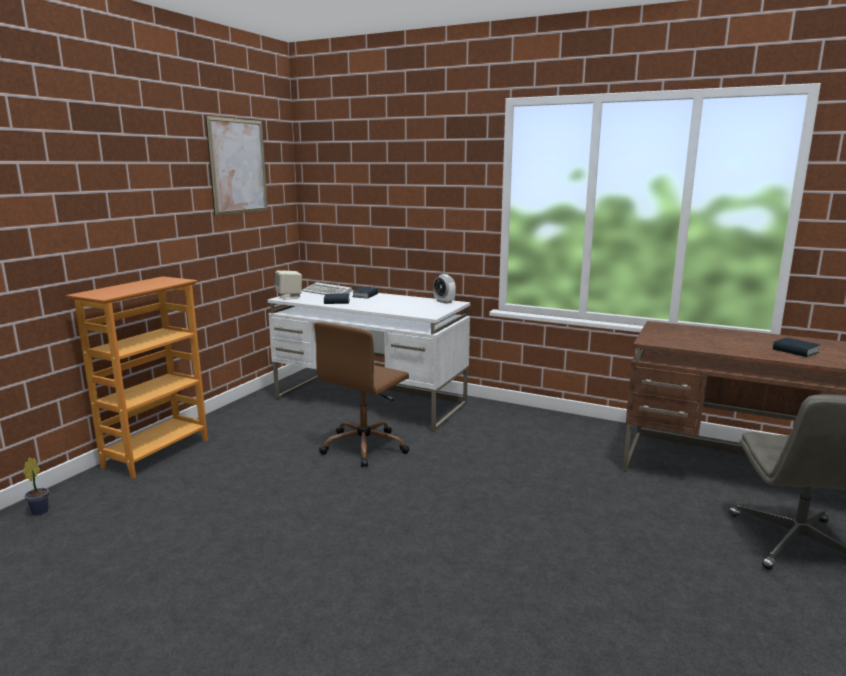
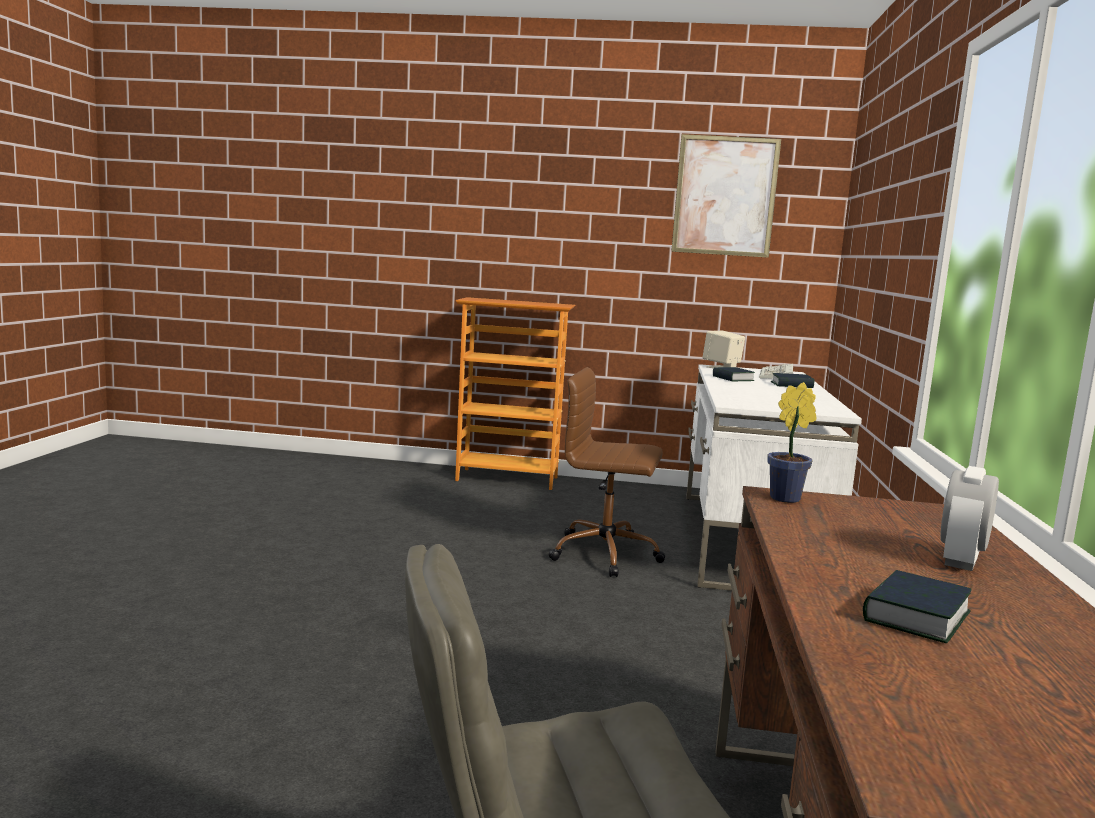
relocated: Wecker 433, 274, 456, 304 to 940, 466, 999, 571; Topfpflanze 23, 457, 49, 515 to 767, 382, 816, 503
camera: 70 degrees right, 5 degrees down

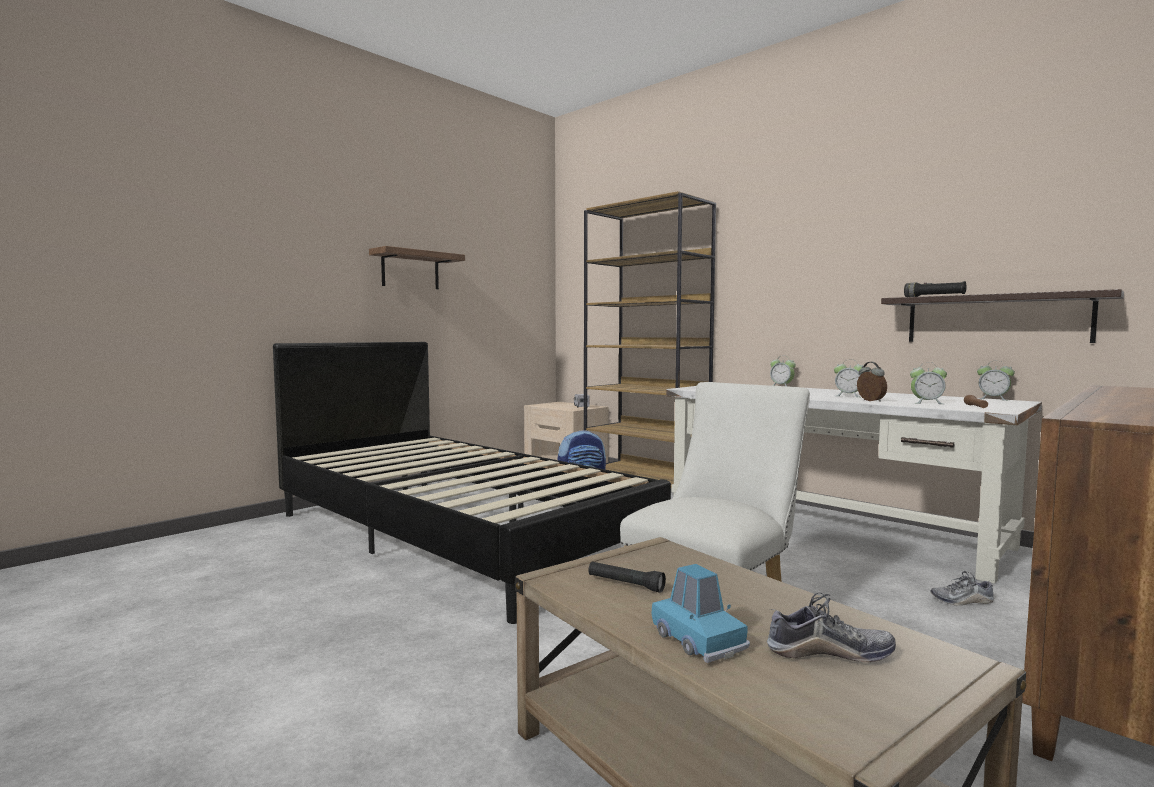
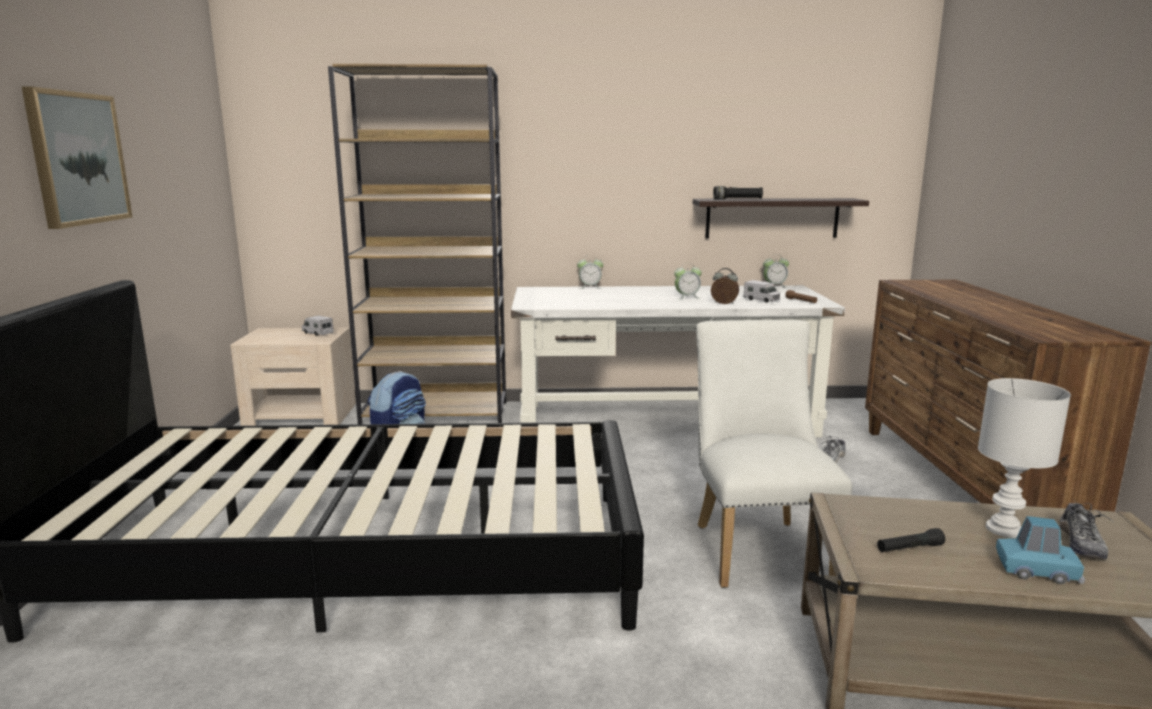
appeared: Tischlampe/weiß 978, 378, 1071, 538
exchanged: Wandregal 369, 246, 465, 289 to Bild 22, 87, 133, 229; Wecker 910, 362, 947, 404 to Spielzeuglaster 743, 280, 780, 303
spun: Schuh 767, 593, 896, 662 = 1060, 502, 1114, 559 150 degrees clockwise
camera: 45 degrees left, 10 degrees up

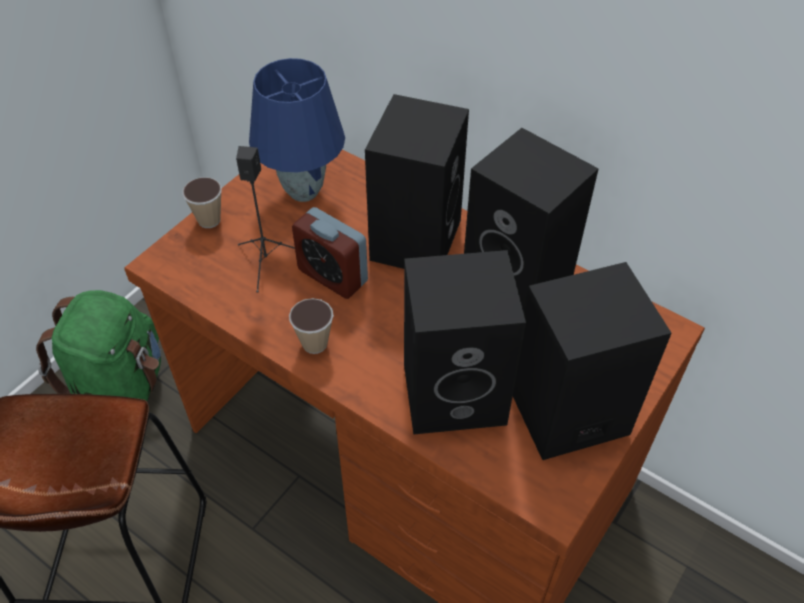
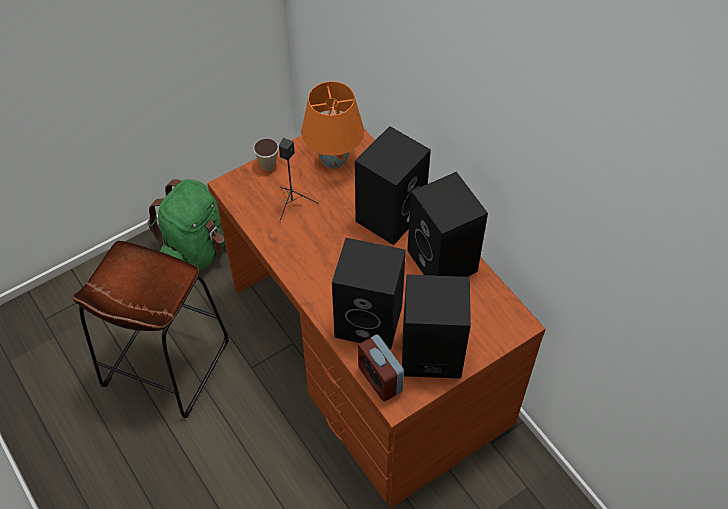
missing: Tasse 289, 298, 334, 354
relocated: Wecker 292, 207, 368, 299 to 358, 334, 404, 402
colour: Tischlampe/blau 249, 58, 345, 202 to Tischlampe/orange 301, 81, 364, 169
camera: 20 degrees right, 5 degrees up

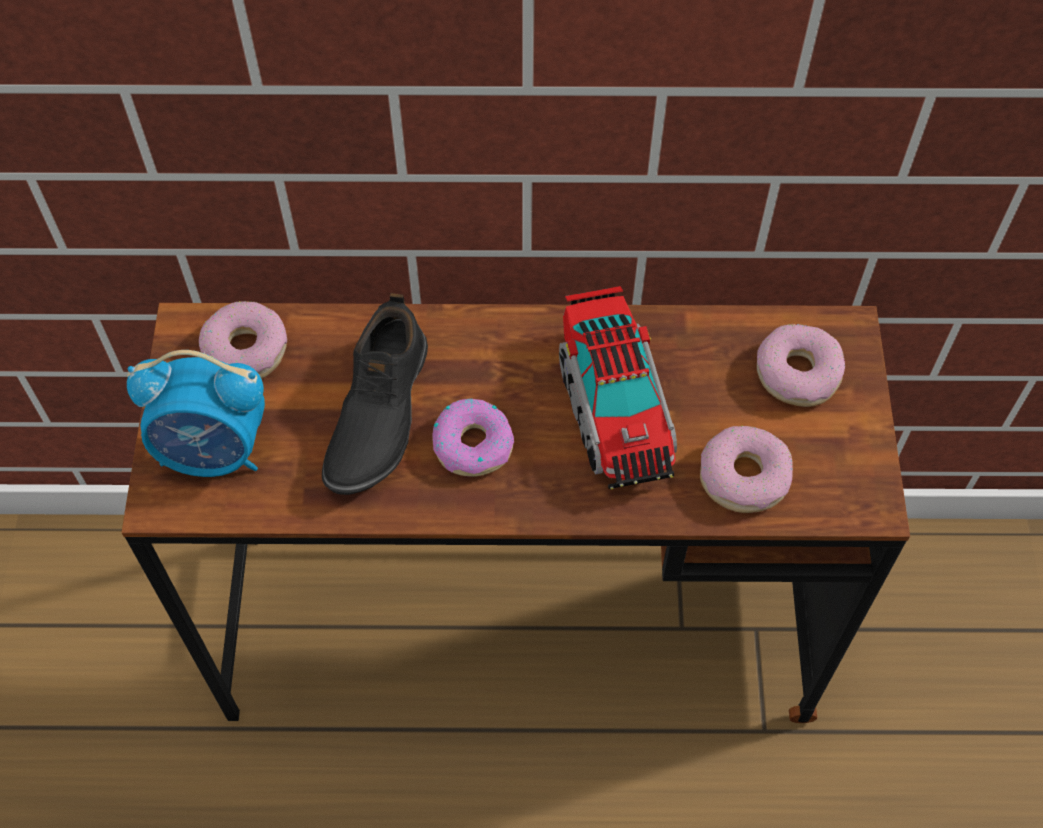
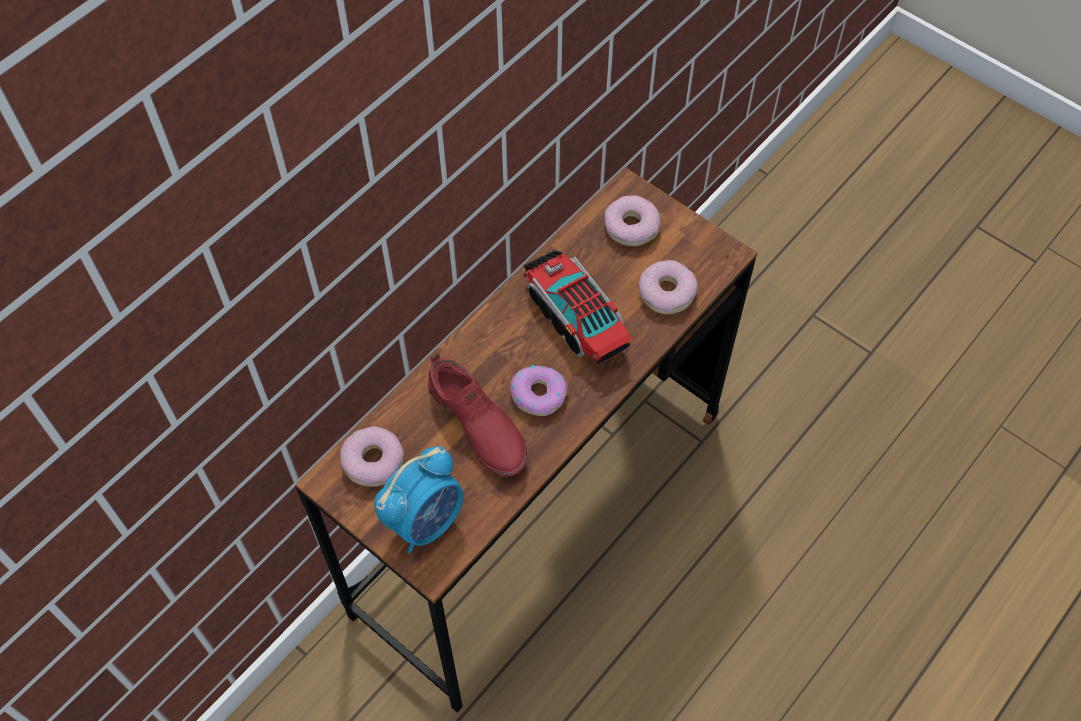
colour: Schuh/schwarz 322, 293, 428, 495 to Schuh/rot 428, 353, 527, 476
spun: Spielzeuglaster 559, 286, 677, 489 = 524, 250, 632, 364 150 degrees counterclockwise
camera: 50 degrees left, 0 degrees up

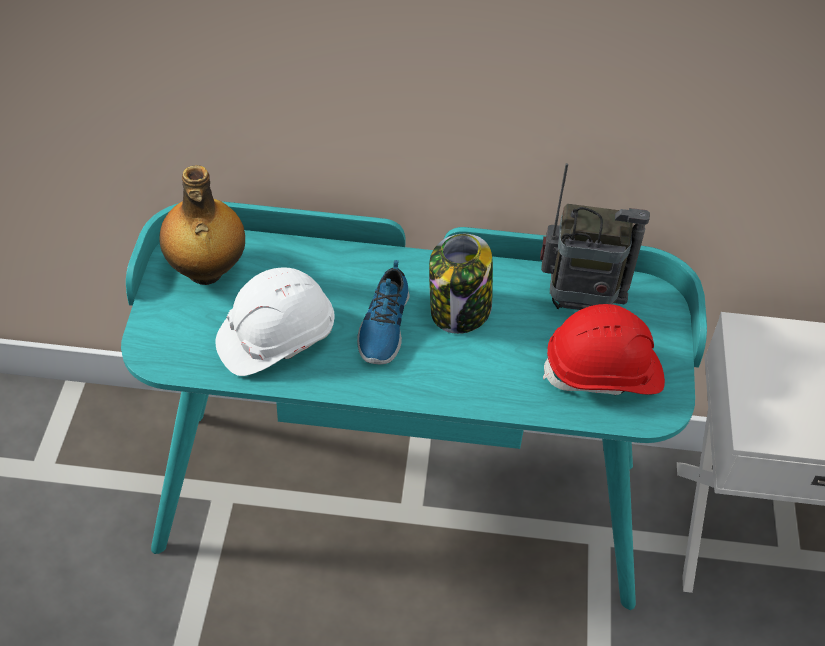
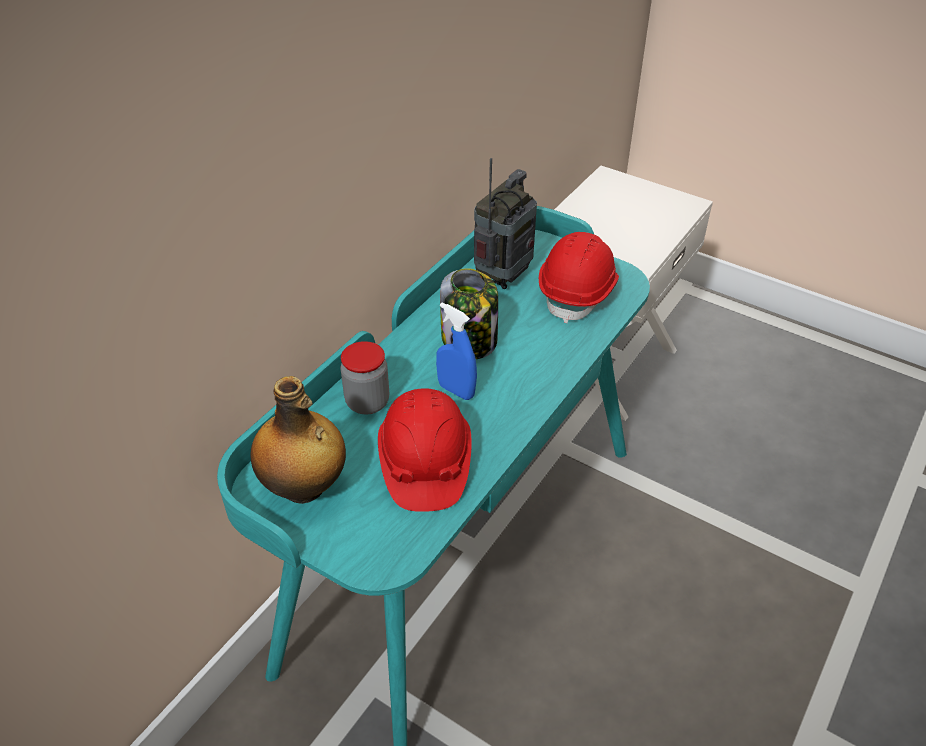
appeared: Vorratsglas 341, 341, 389, 415
exchanged: Schuh 357, 260, 410, 364 to Sprühflasche/blau 436, 303, 477, 400
colour: Schutzhelm/weiß 216, 267, 335, 376 to Schutzhelm/rot 378, 388, 472, 512
camera: 60 degrees left, 5 degrees down

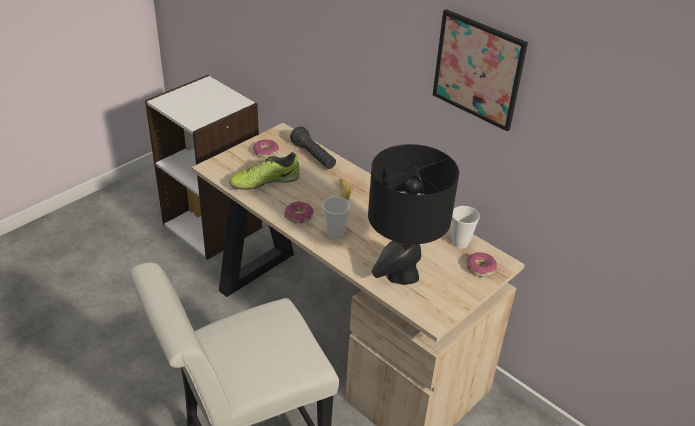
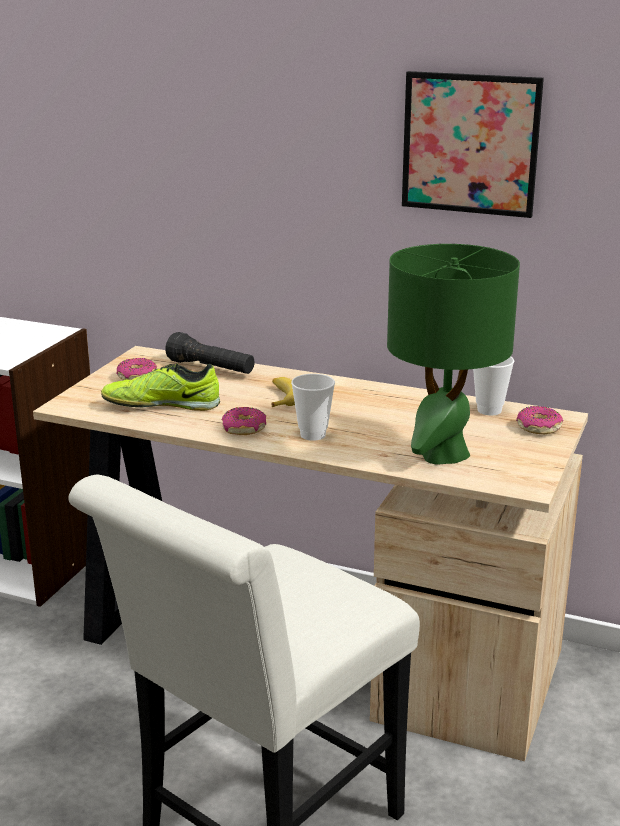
colour: Tischlampe/schwarz 368, 144, 459, 285 to Tischlampe/grün 387, 244, 520, 464
spun: Schuh 229, 152, 300, 190 = 101, 364, 220, 411 45 degrees clockwise
camera: 20 degrees left, 15 degrees down

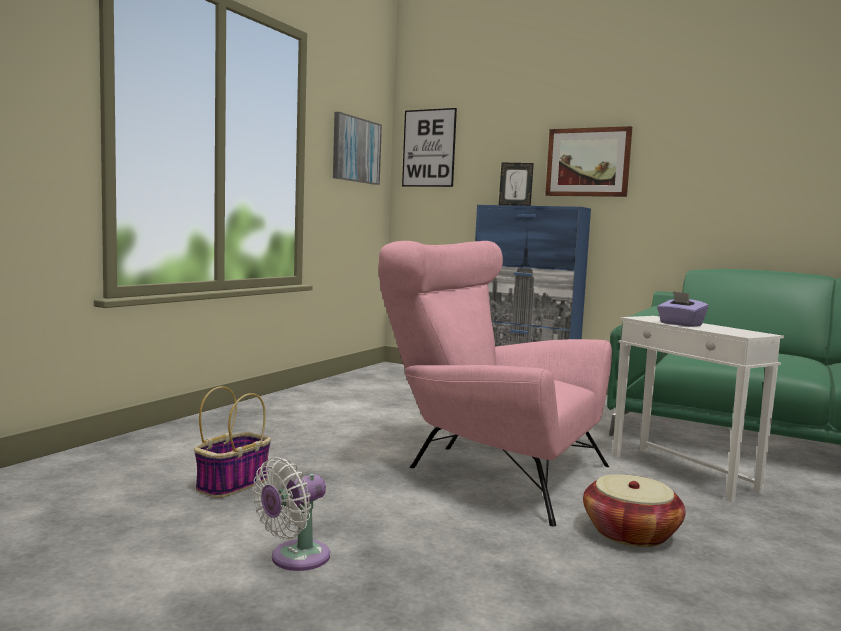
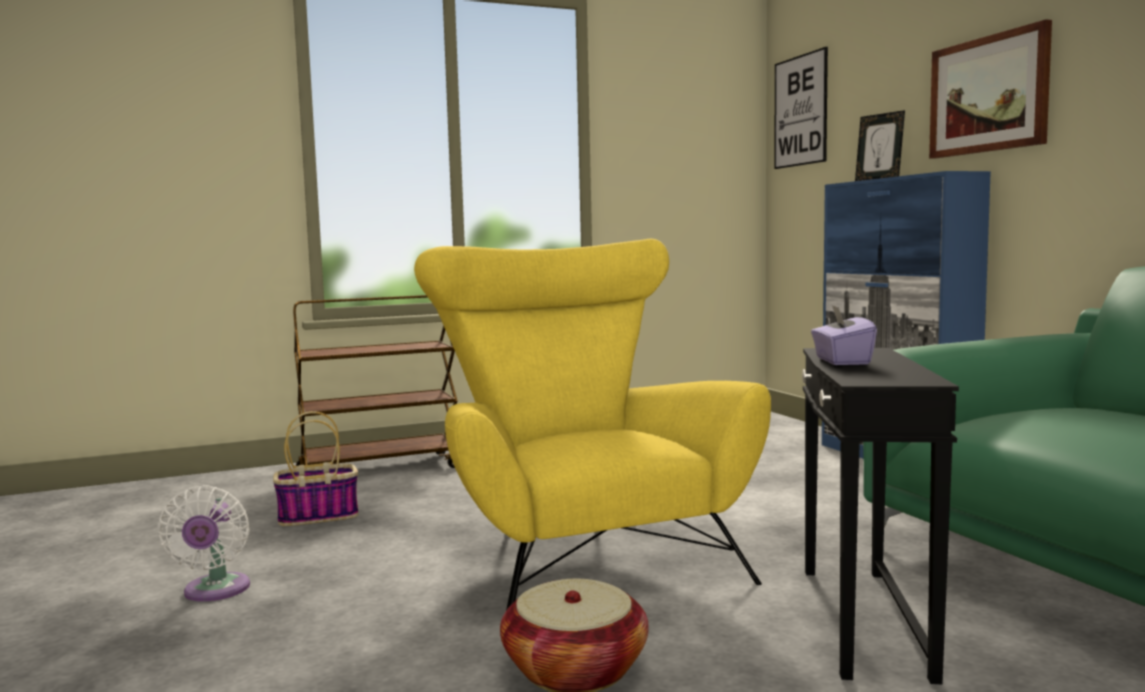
missing: Bild 333, 112, 382, 185
appeared: Rollwagen/braun 293, 295, 458, 468
colour: Sessel/rosa 378, 241, 612, 526 to Sessel/gelb 414, 239, 771, 610; Beistelltisch/weiß 613, 316, 784, 502 to Beistelltisch/schwarz 802, 348, 959, 684
spun: Ventilator/weiß 253, 457, 330, 571 = 158, 485, 250, 602 90 degrees counterclockwise
camera: 40 degrees right, 0 degrees up

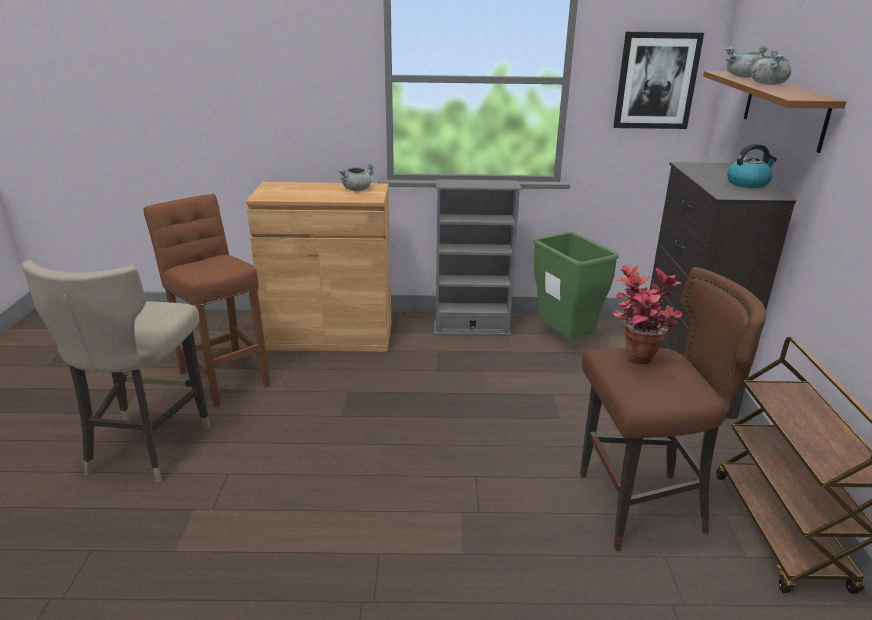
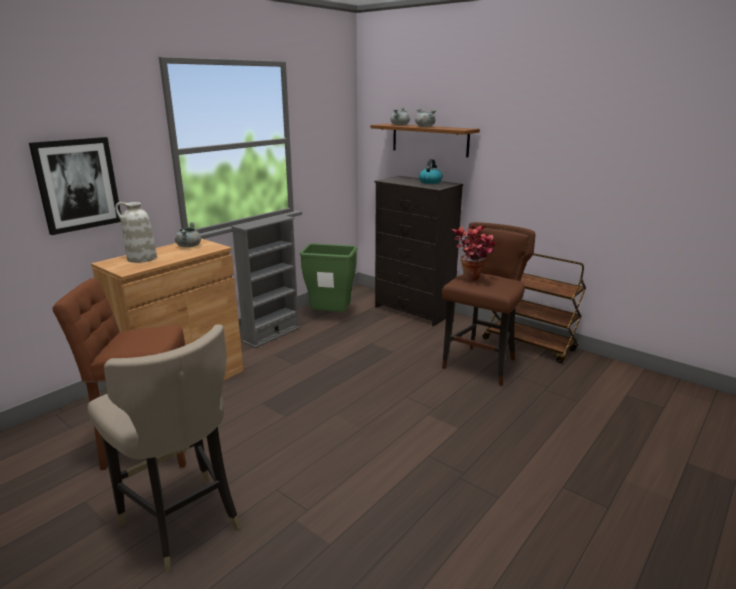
appeared: Vase/weiß 115, 202, 157, 263
relocated: Bild 613, 32, 704, 129 to 29, 137, 121, 235
camera: 50 degrees left, 5 degrees down

